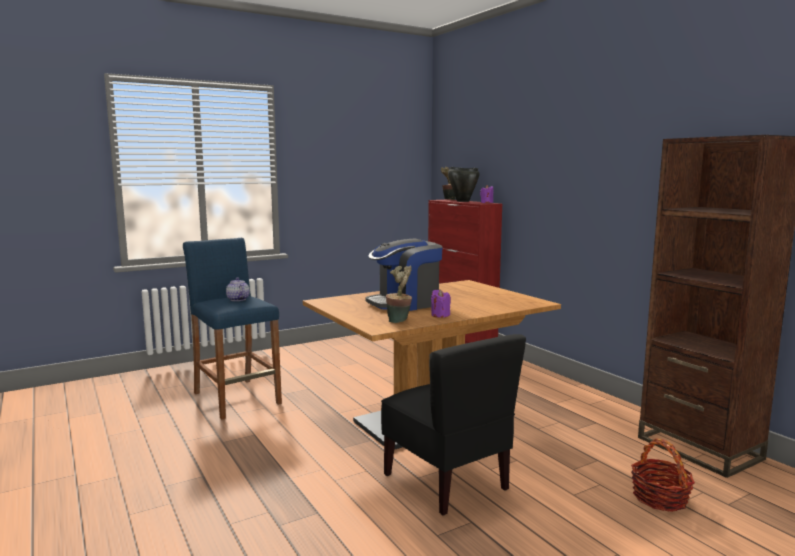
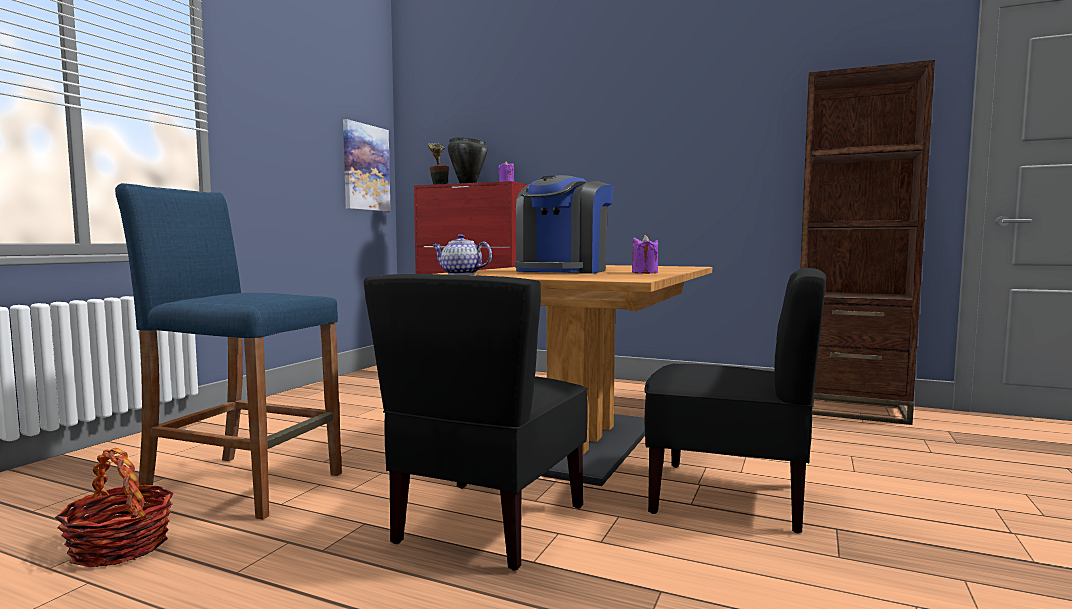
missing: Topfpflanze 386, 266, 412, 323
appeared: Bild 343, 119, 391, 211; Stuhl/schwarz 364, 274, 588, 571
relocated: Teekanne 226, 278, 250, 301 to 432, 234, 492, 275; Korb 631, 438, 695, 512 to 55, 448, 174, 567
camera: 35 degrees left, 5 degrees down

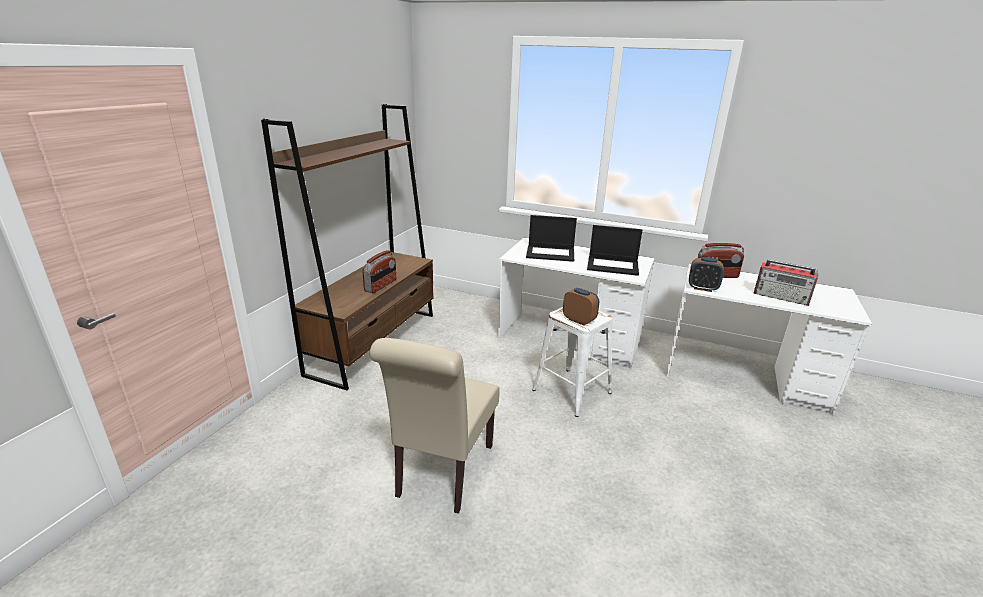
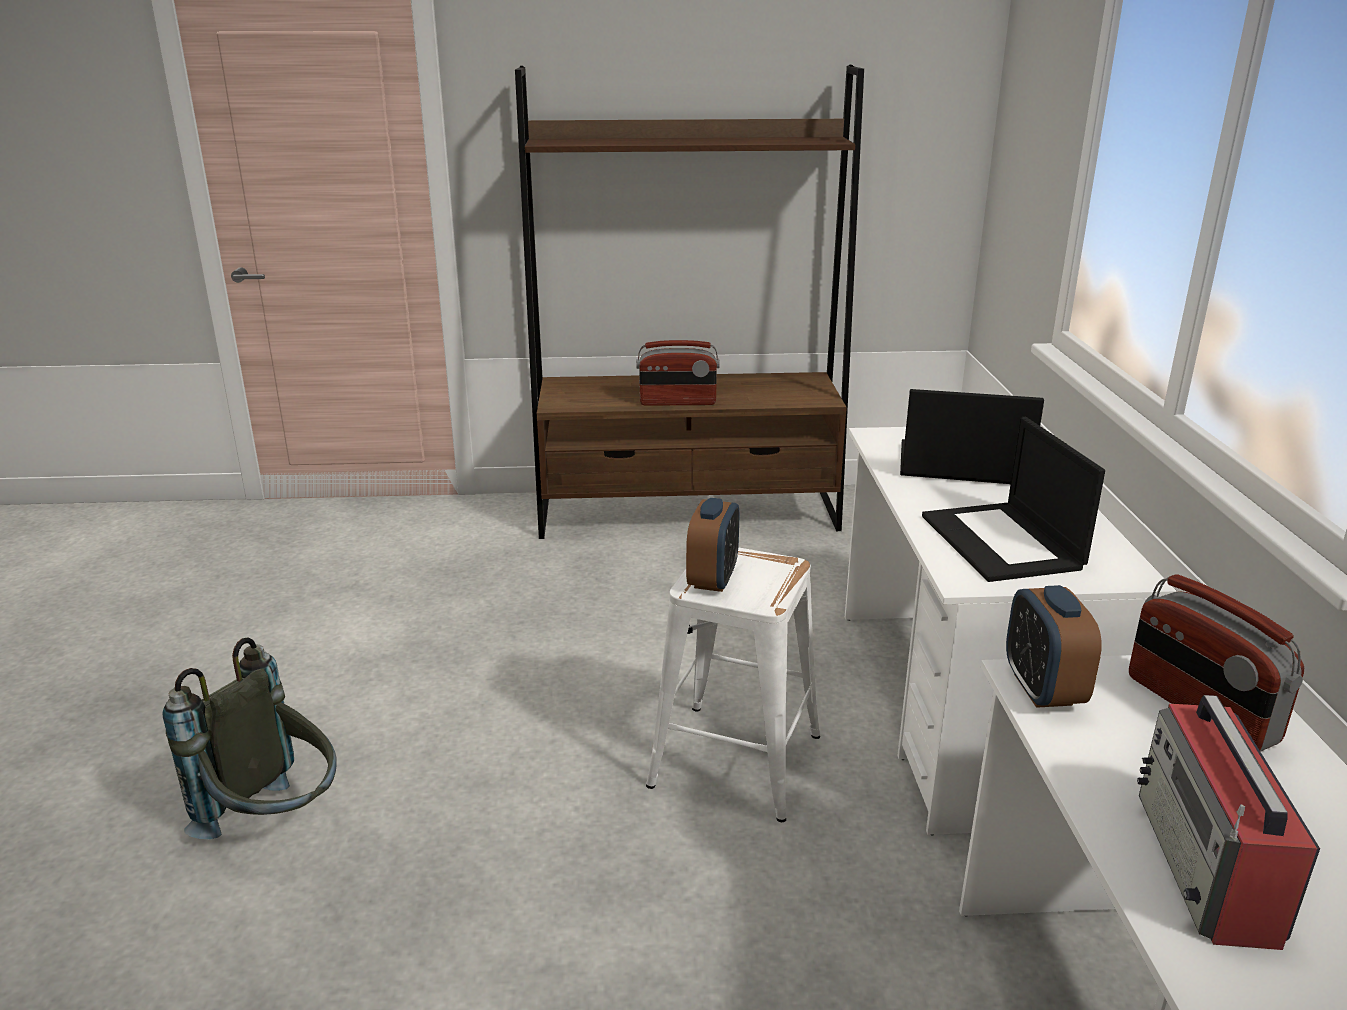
missing: Stuhl/beige 369, 338, 500, 514
appeared: Rucksack/grau 162, 638, 337, 839
spun: Laptop 526, 215, 577, 262 = 900, 389, 1044, 484 120 degrees clockwise
camera: 65 degrees right, 0 degrees up

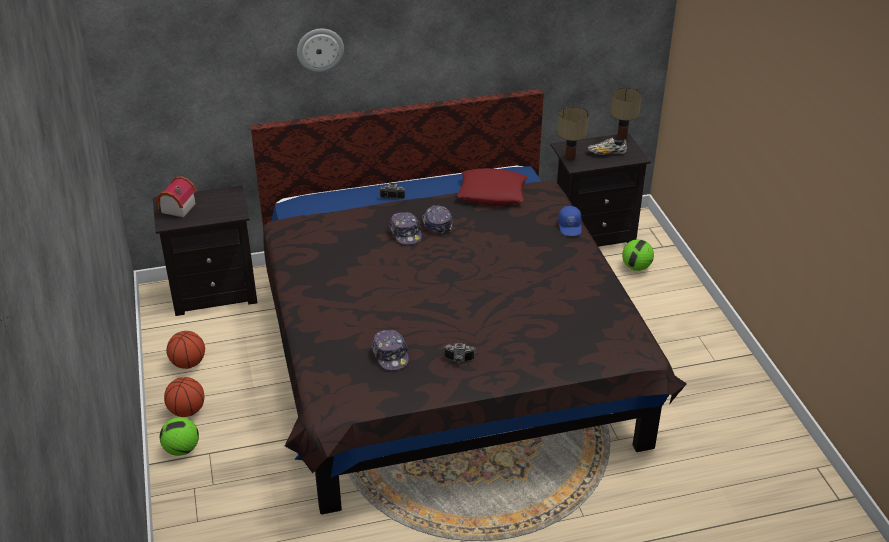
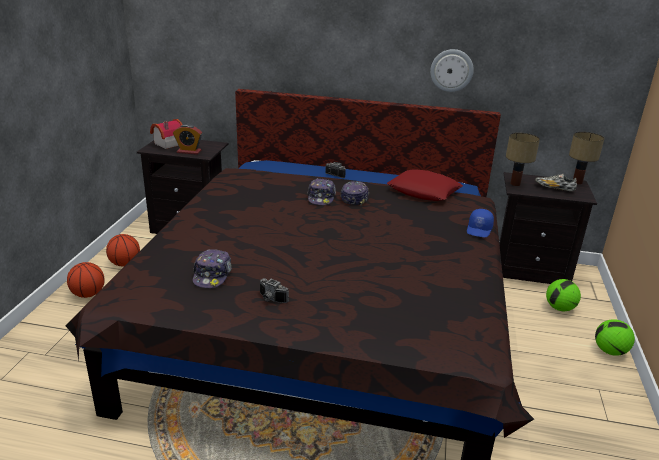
appeared: Wecker 173, 124, 202, 155
relocated: Wanduhr 297, 29, 344, 72 to 430, 49, 474, 92; Fußball 160, 417, 199, 456 to 595, 319, 635, 356
camera: 25 degrees right, 10 degrees down

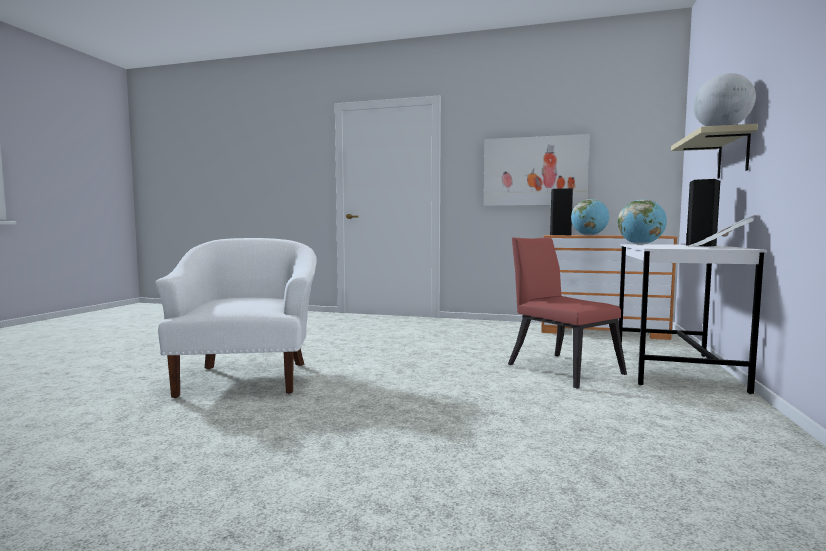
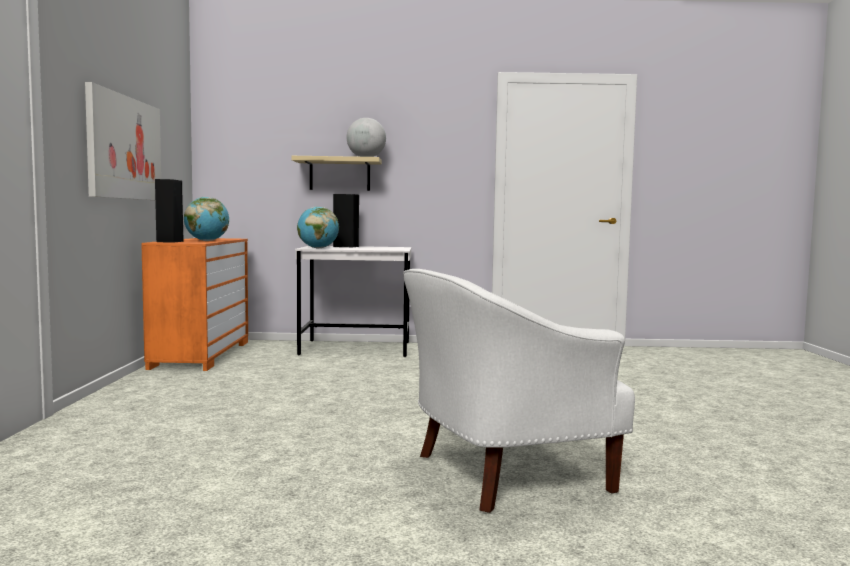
missing: Zeitung 687, 215, 760, 247; Stuhl/rot 508, 237, 627, 389
camera: 105 degrees left, 0 degrees up

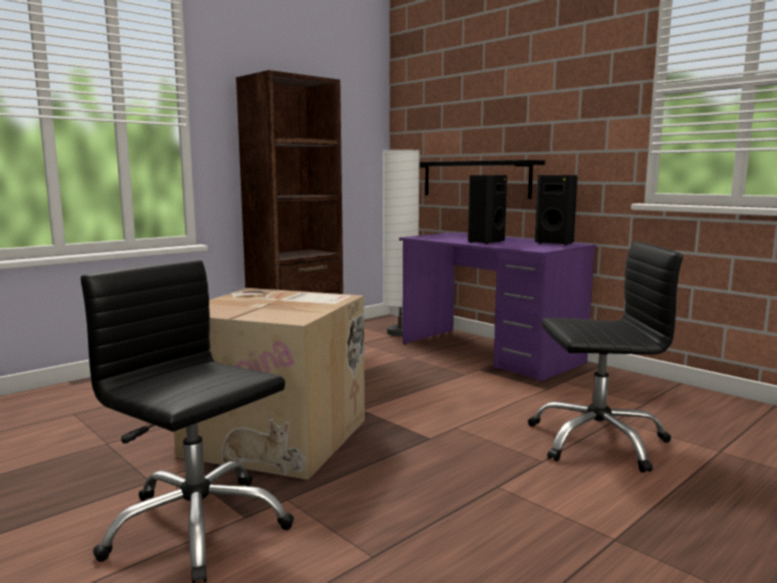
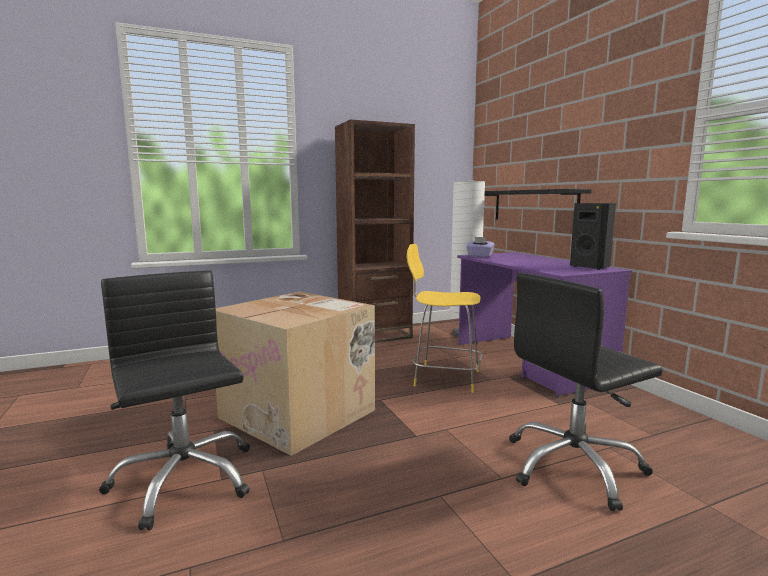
missing: Lautsprecher/schwarz 468, 175, 507, 244
appeared: Taschentuchbox/lila 466, 237, 495, 257; Stuhl/gelb 407, 244, 482, 393
spun: Bürostuhl/schwarz 528, 242, 683, 473 = 509, 273, 663, 511 135 degrees clockwise
camera: 20 degrees right, 0 degrees up

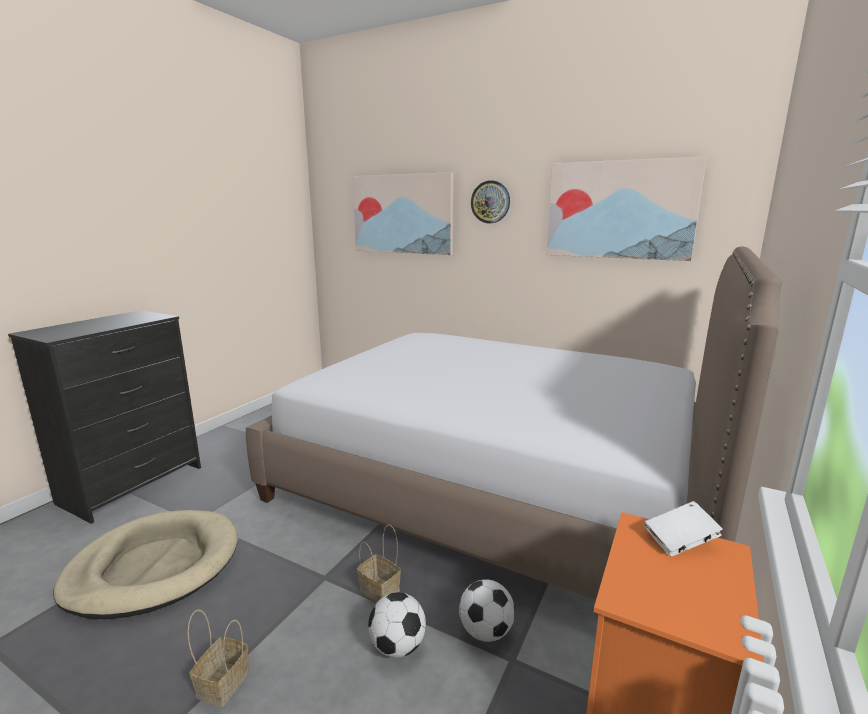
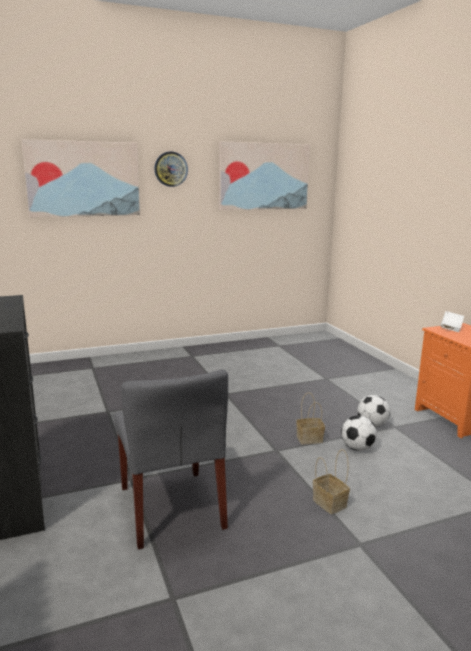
missing: Bett 246, 247, 782, 600
exchanged: Hundebett/beige 53, 510, 238, 619 to Stuhl/grau 114, 369, 228, 550
camera: 50 degrees left, 0 degrees up

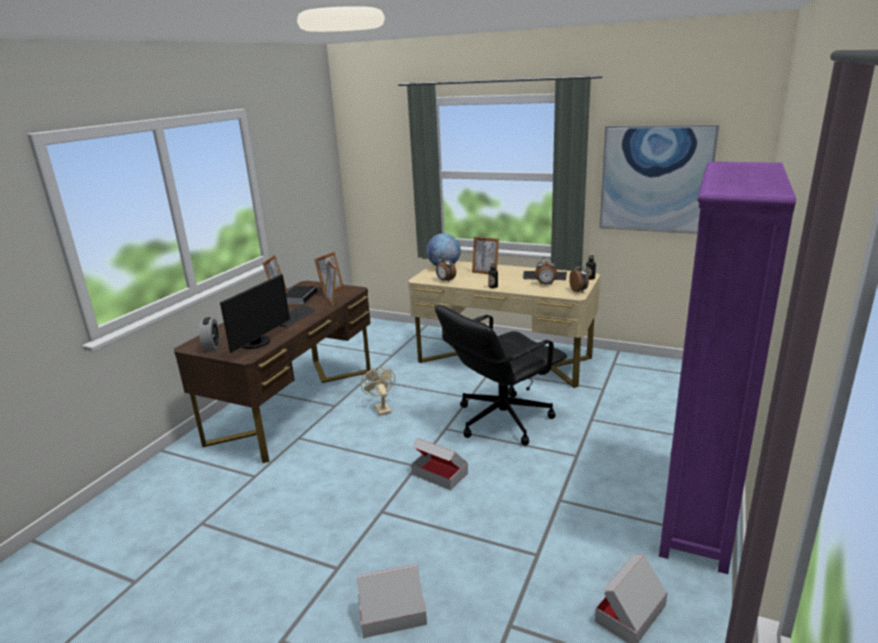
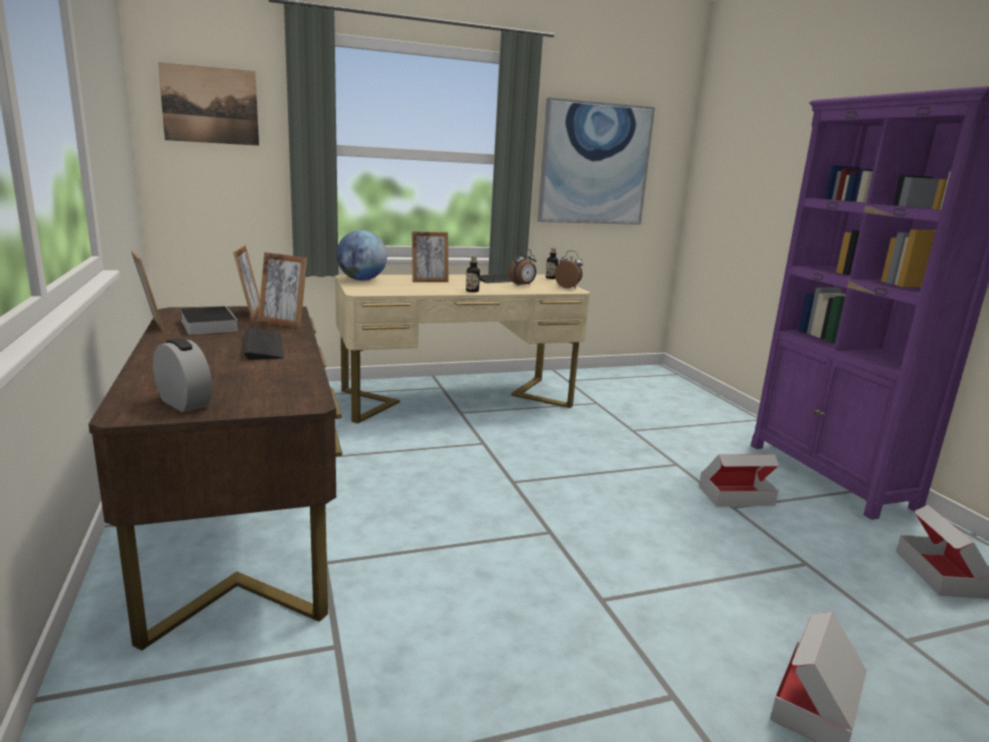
missing: Wecker 436, 254, 456, 282; Monitor 220, 274, 290, 353; Bürostuhl/schwarz 435, 305, 567, 446; Ventilator/beige 361, 367, 395, 416
appeared: Bild 158, 62, 259, 146
relocated: Karton 411, 438, 468, 491 to 699, 454, 779, 507
camera: 45 degrees left, 5 degrees down

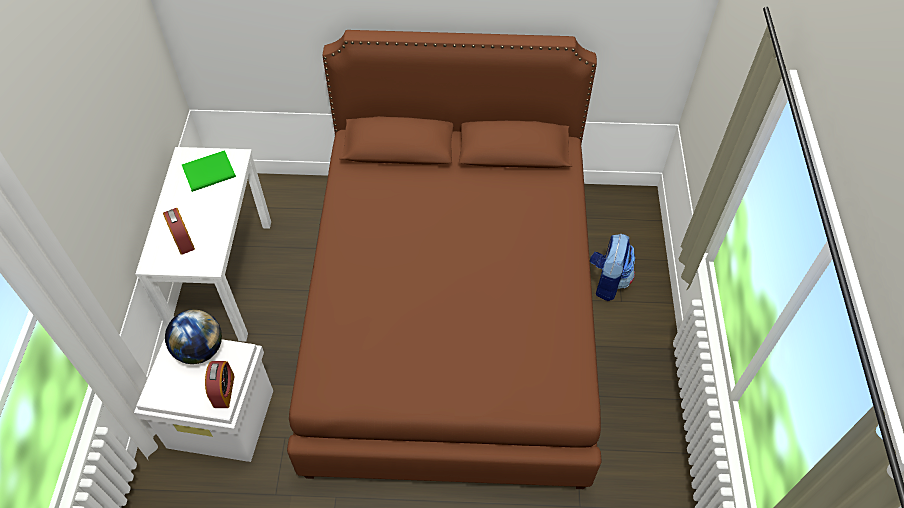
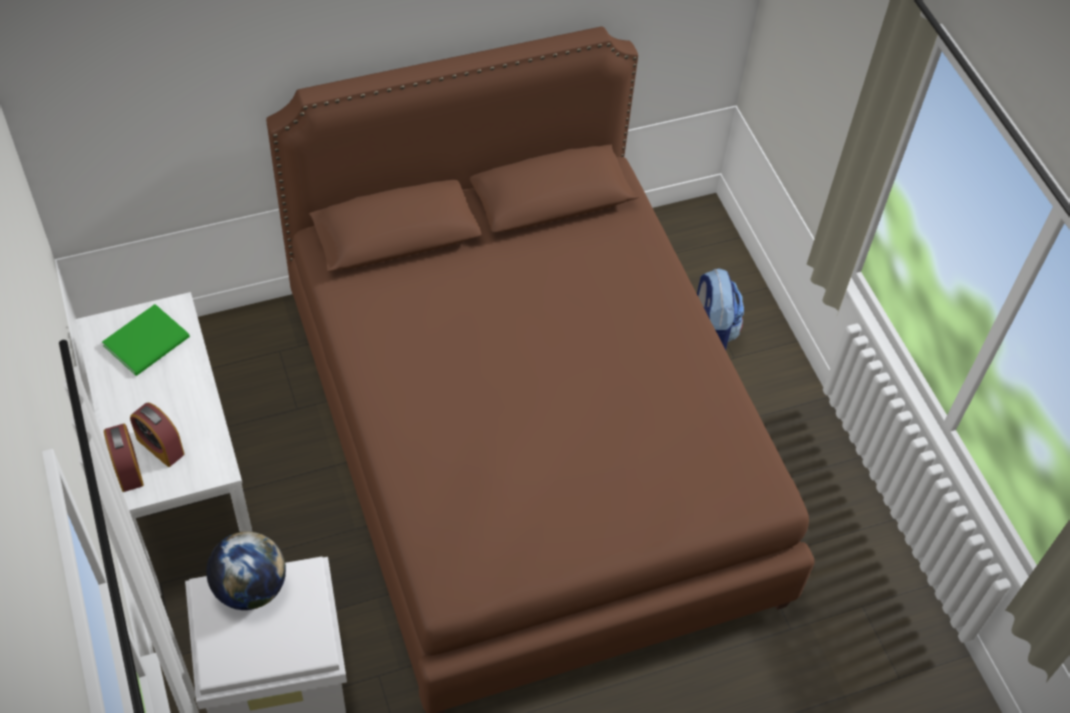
relocated: Wecker 205, 361, 235, 408 to 104, 424, 144, 492
camera: 25 degrees left, 0 degrees up

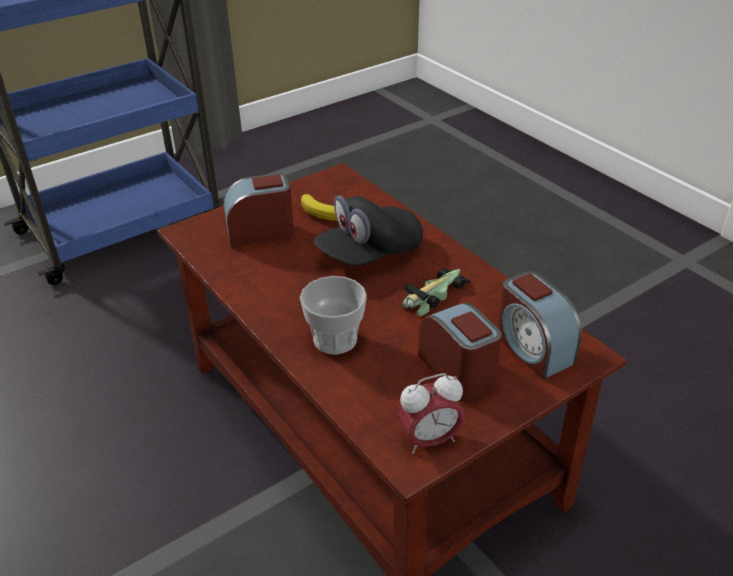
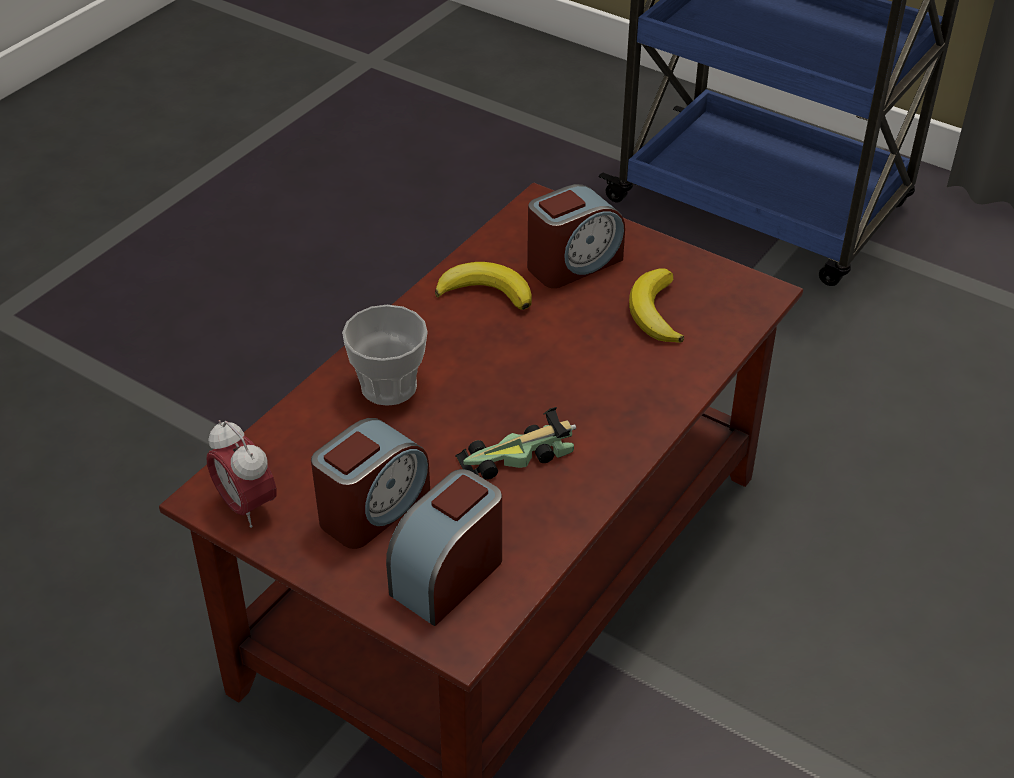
missing: Kappe/schwarz 314, 195, 423, 266
appeared: Banane 435, 262, 532, 310
spun: Wecker 224, 173, 294, 247 = 527, 184, 625, 288 90 degrees clockwise; Spielzeugauto 402, 268, 471, 316 = 455, 407, 576, 480 135 degrees clockwise
camera: 70 degrees right, 5 degrees up

